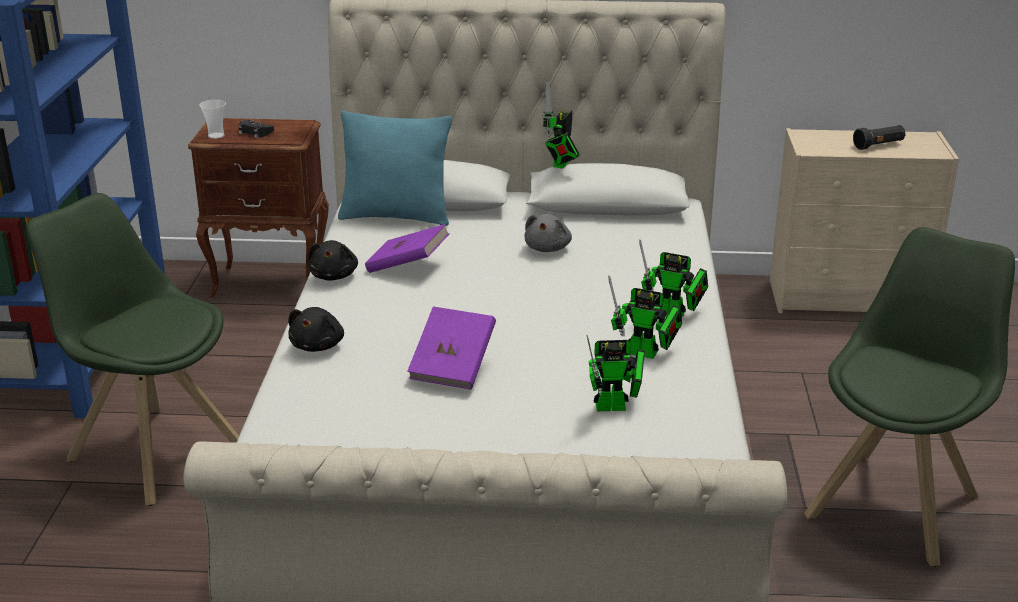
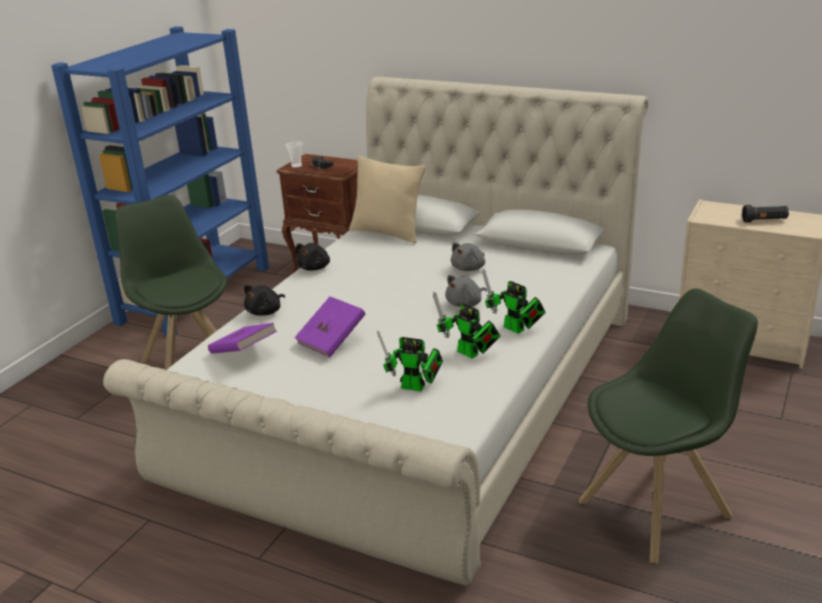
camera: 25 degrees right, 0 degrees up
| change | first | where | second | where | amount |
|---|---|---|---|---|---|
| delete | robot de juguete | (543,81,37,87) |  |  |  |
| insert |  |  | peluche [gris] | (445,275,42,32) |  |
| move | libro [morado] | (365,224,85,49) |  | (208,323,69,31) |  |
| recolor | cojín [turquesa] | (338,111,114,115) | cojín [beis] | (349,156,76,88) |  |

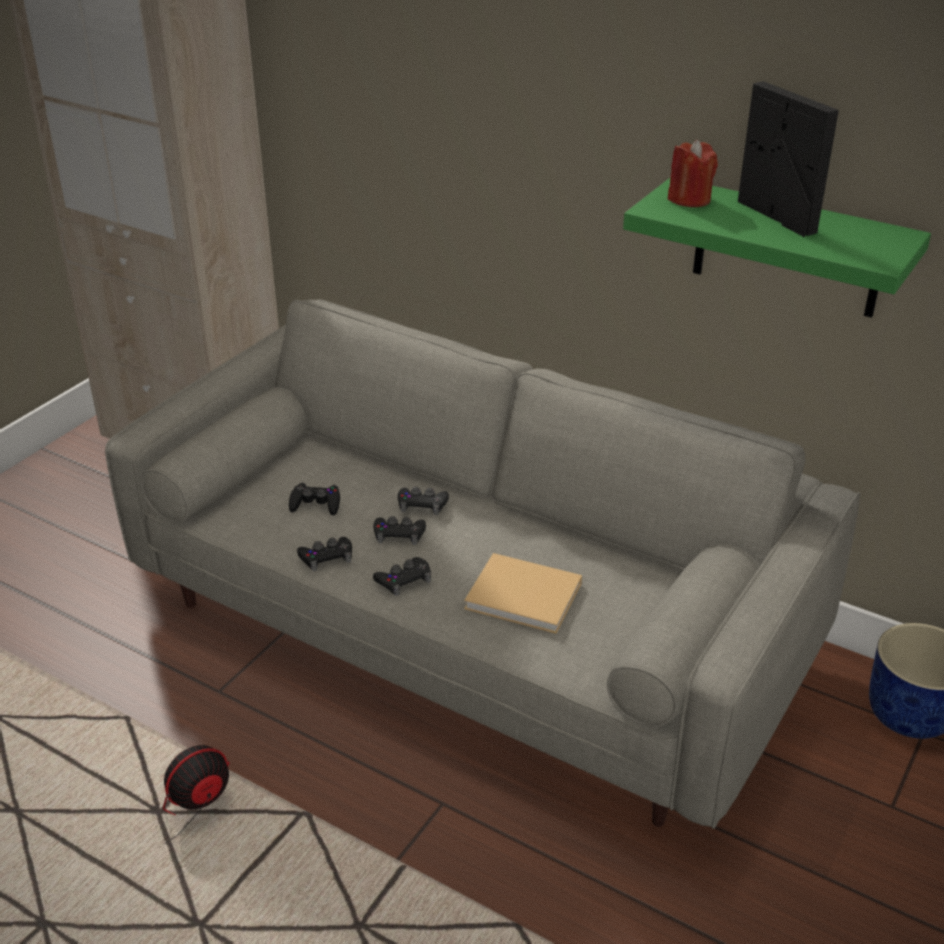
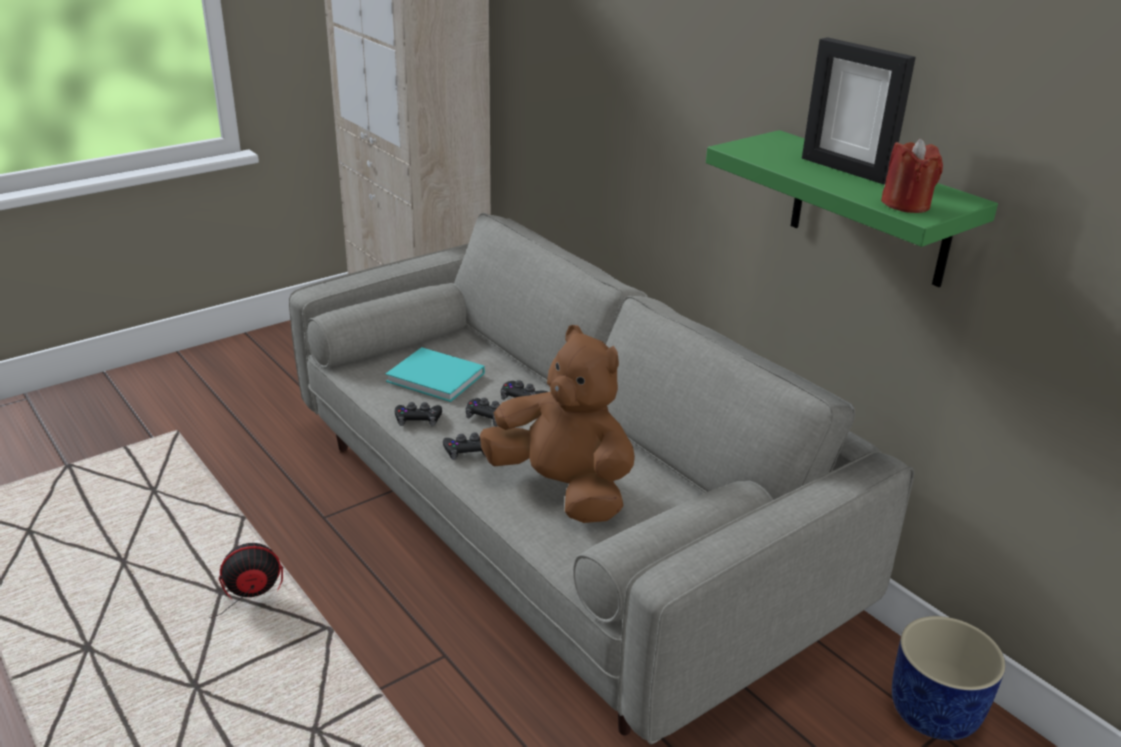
camera: 20 degrees right, 5 degrees down
| change | first | where | second | where | amount |
|---|---|---|---|---|---|
| move | vela [rojo] | (668,140,50,67) |  | (881,139,62,74) |  |
| replace | mando de consola [negro] | (289,483,51,32) | libro [turquesa] | (386,347,99,55) |  |
| replace | libro [beis] | (464,553,118,81) | peluche [marrón] | (480,325,155,198) |  |
| rotate | portarretratos | (738,81,101,156) |  | (802,37,114,147) | 150 degrees clockwise |

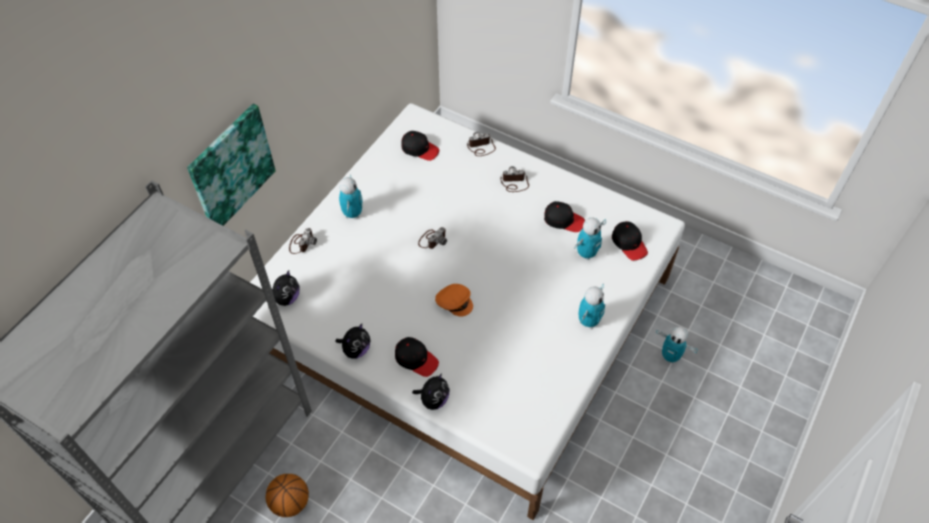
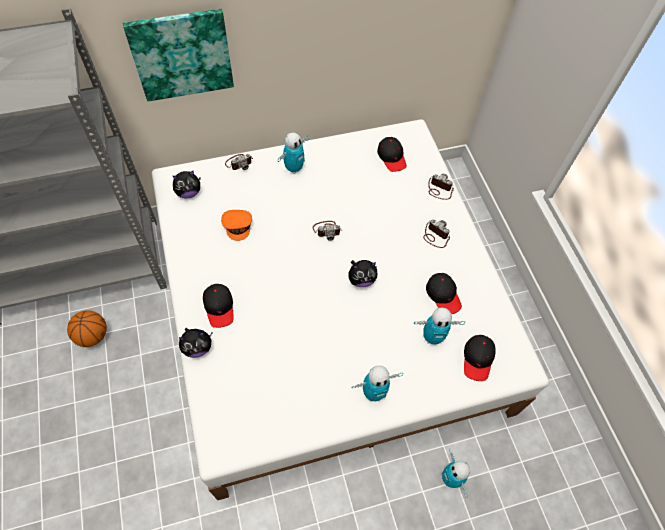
camera: 40 degrees right, 5 degrees up
| change | first | where | second | where | amount |
|---|---|---|---|---|---|
| move | peluche | (336,324,35,35) |  | (348,260,29,27) |  |
| move | gorra [naranja] | (435,284,38,32) |  | (221,210,31,31) |  |

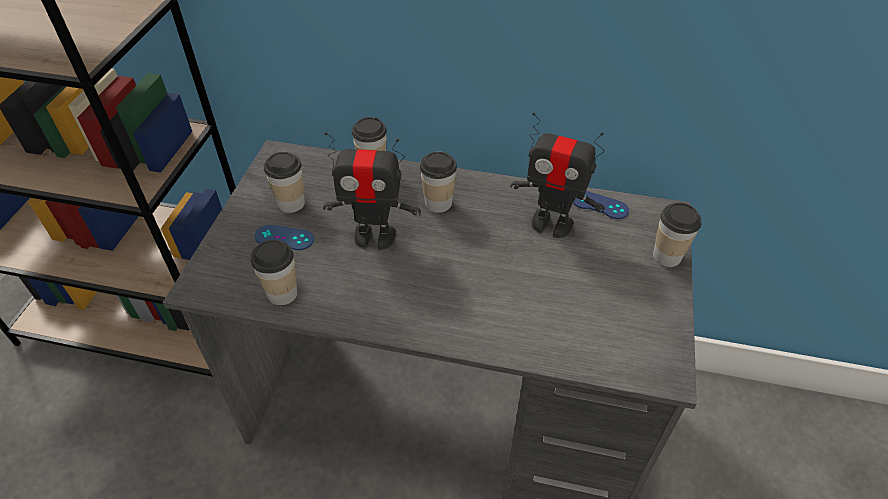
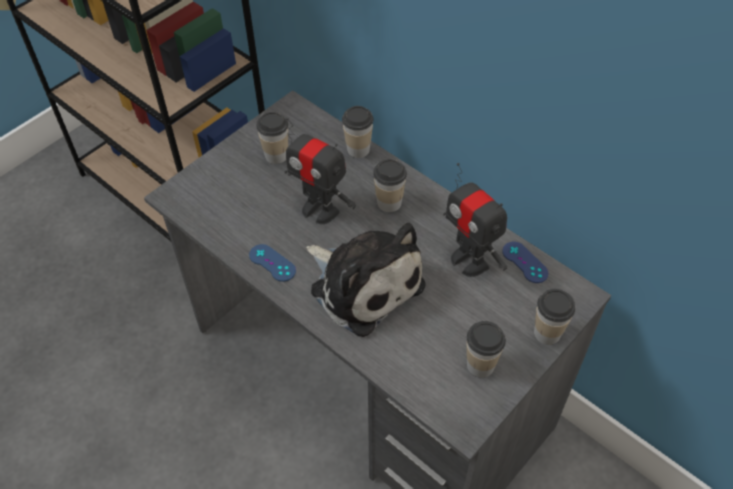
camera: 30 degrees right, 5 degrees up
| change | first | where | second | where | amount |
|---|---|---|---|---|---|
| insert |  |  | peluche | (306,223,120,114) |  |
| move | taza | (251,240,47,65) |  | (467,321,39,57) |  |
| move | mando de consola [azul] | (255,225,59,25) |  | (249,244,47,38) |  |

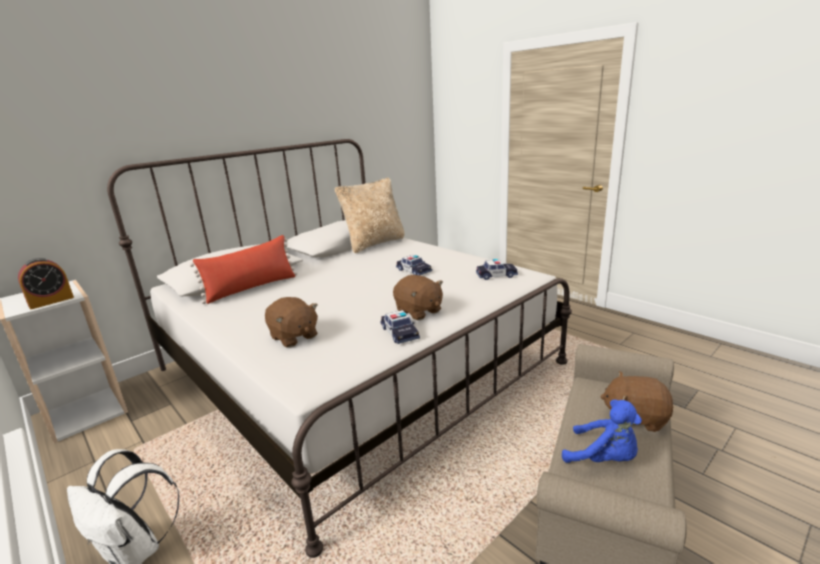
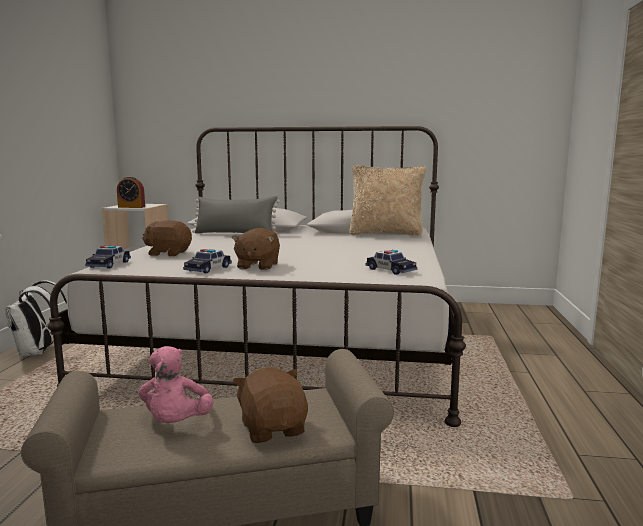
camera: 50 degrees right, 10 degrees down
| change | first | where | second | where | amount |
|---|---|---|---|---|---|
| move | coche de juguete | (396,255,36,20) |  | (85,246,46,22) |  |
| recolor | cojín [rojo] | (189,235,108,69) | cojín [gris] | (192,196,88,38) |  |
| recolor | peluche [azul] | (562,400,80,63) | peluche [rosa] | (138,346,76,77) |  |
| rotate | peluche [marrón] | (265,297,53,51) |  | (142,220,50,36) | 90 degrees clockwise |

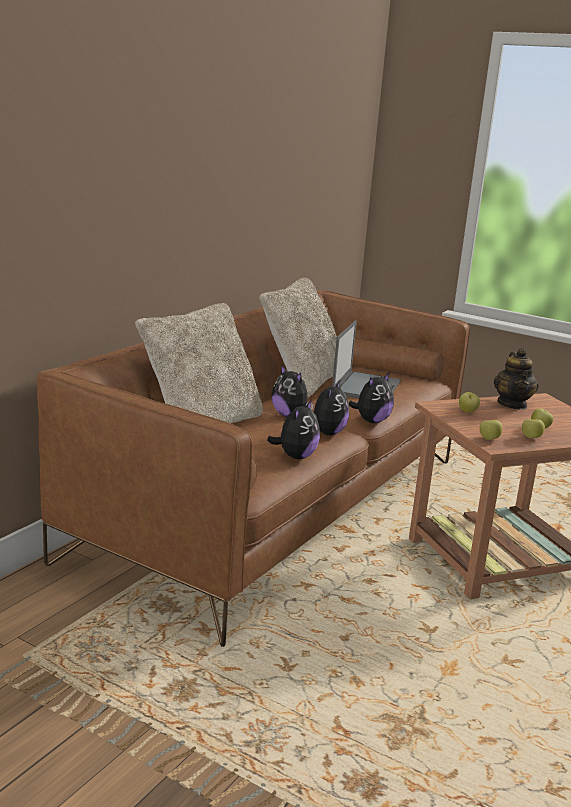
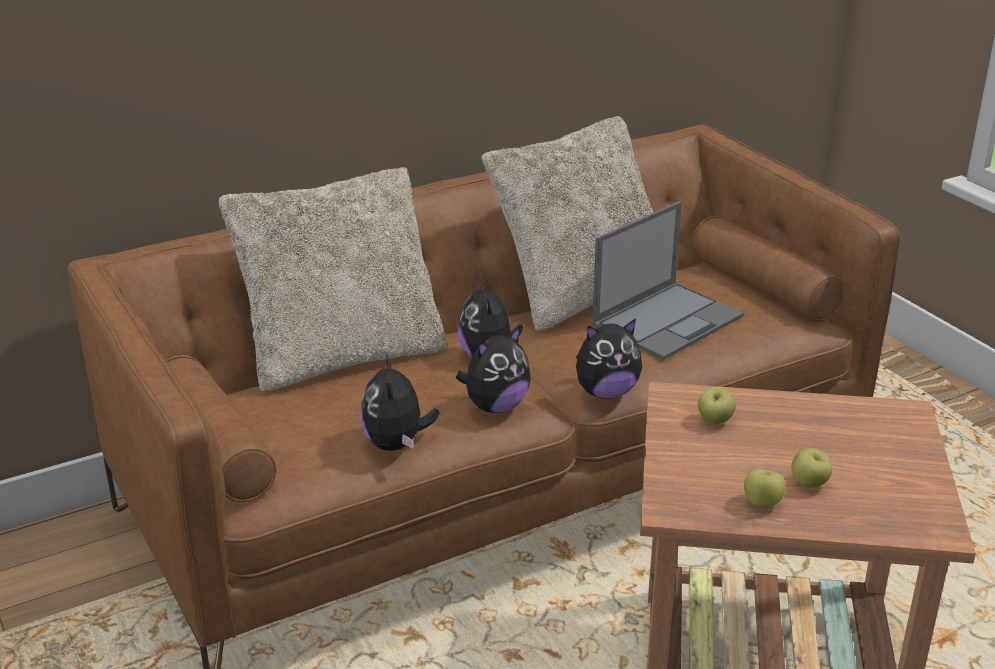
camera: 30 degrees right, 10 degrees up
| change | first | where | second | where | amount |
|---|---|---|---|---|---|
| delete | manzana | (479,420,23,20) |  |  |  |
| delete | tetera | (493,348,46,62) |  |  |  |
| rotate | peluche | (267,399,53,60) |  | (360,354,80,97) | 120 degrees clockwise |

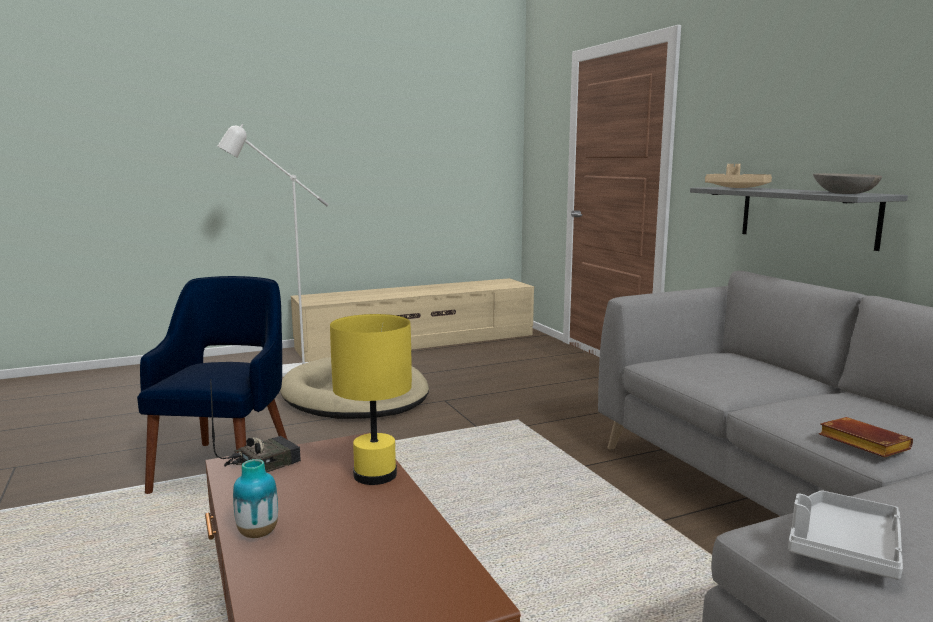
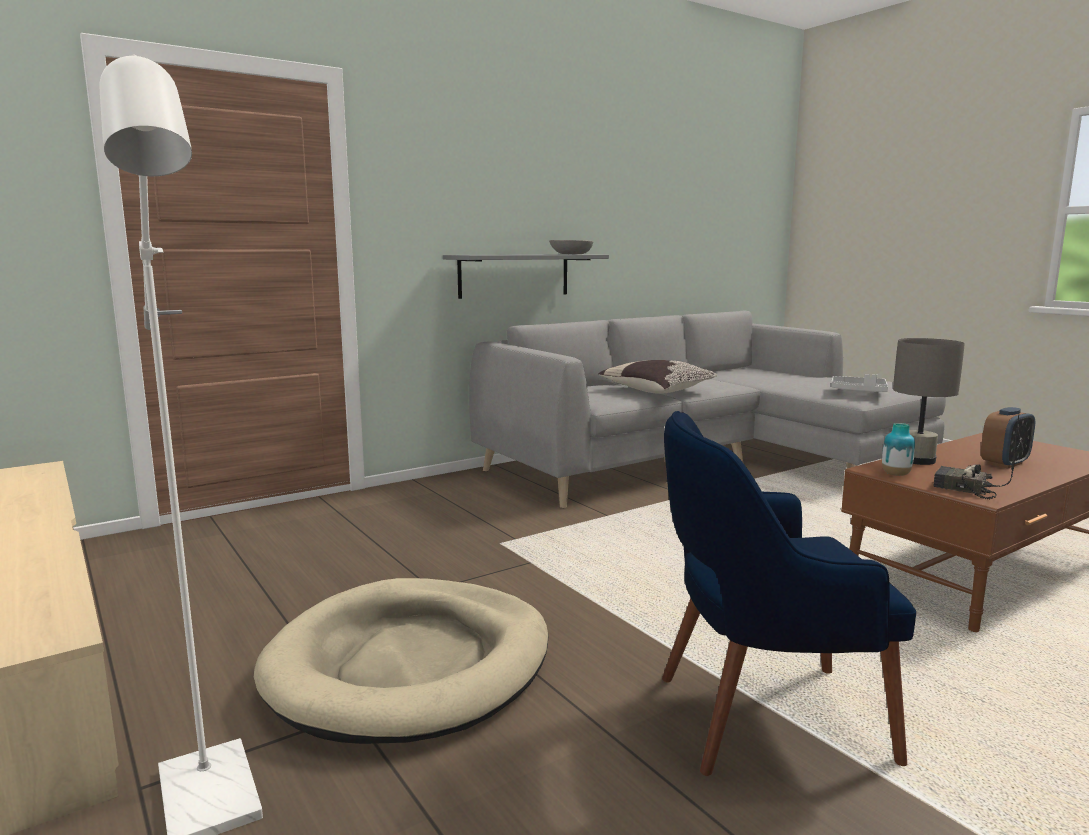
camera: 100 degrees left, 0 degrees up
| change | first | where | second | where | amount |
|---|---|---|---|---|---|
| delete | bandeja [beis] | (705,164,67,24) |  |  |  |
| delete | libro [marrón] | (819,417,94,41) |  |  |  |
| insert |  |  | cojín | (598,360,119,34) |  |
| insert |  |  | despertador | (981,407,54,62) |  |
| move | florero | (233,459,45,79) |  | (882,423,33,53) |  |
| recolor | lámpara de mesa [amarillo] | (330,314,82,171) | lámpara de mesa [gris] | (893,338,72,127) |  |

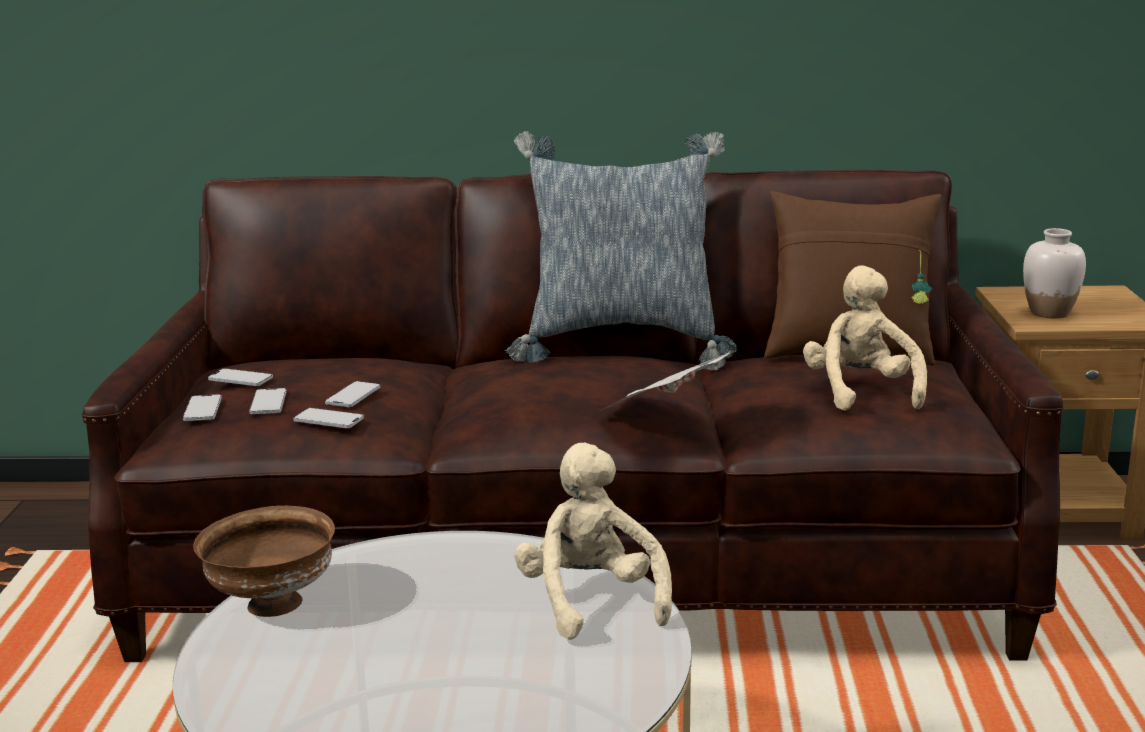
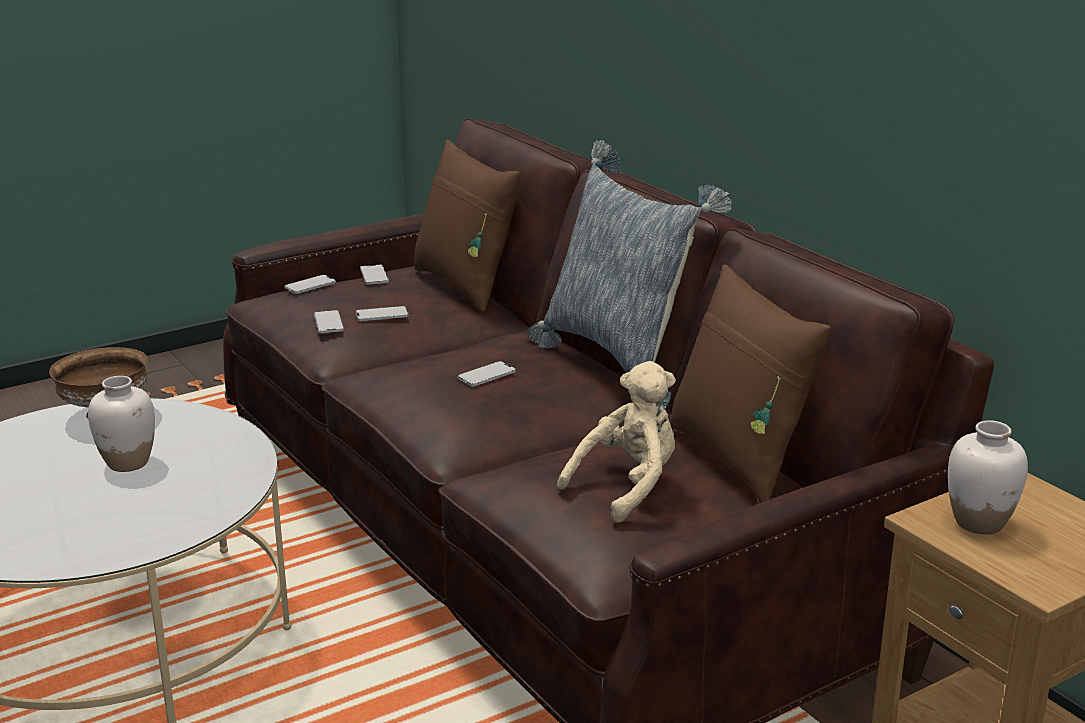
camera: 55 degrees right, 5 degrees up
| change | first | where | second | where | amount |
|---|---|---|---|---|---|
| delete | peluche [beis] | (514,443,158,197) |  |  |  |
| delete | periódico | (599,351,137,60) |  |  |  |
| insert |  |  | florero [blanco] | (88,376,67,96) |  |
| insert |  |  | cojín [marrón] | (414,140,106,172) |  |
| move | móvil | (249,388,38,26) |  | (457,361,59,26) |  |

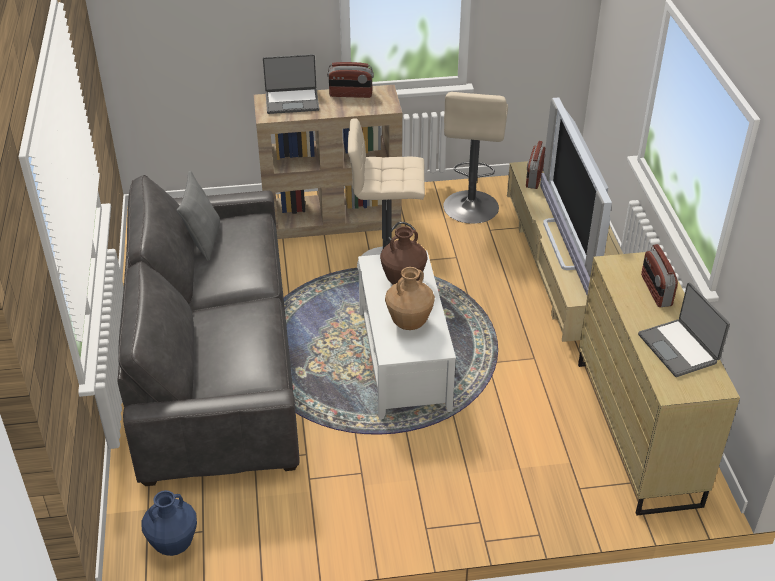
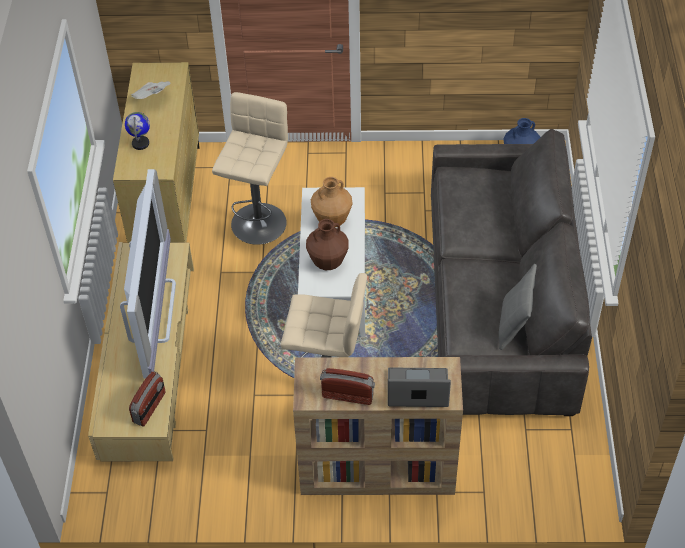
camera: 170 degrees left, 10 degrees up
| change | first | where | second | where | amount |
|---|---|---|---|---|---|
| move | taburete [beis] | (443,92,65,132) |  | (212,92,76,153) |  |
| replace | portátil | (638,283,92,94) | periódico | (131,81,40,18) |  |
| replace | radio | (641,244,37,63) | globo terráqueo | (125,112,25,38) |  |

